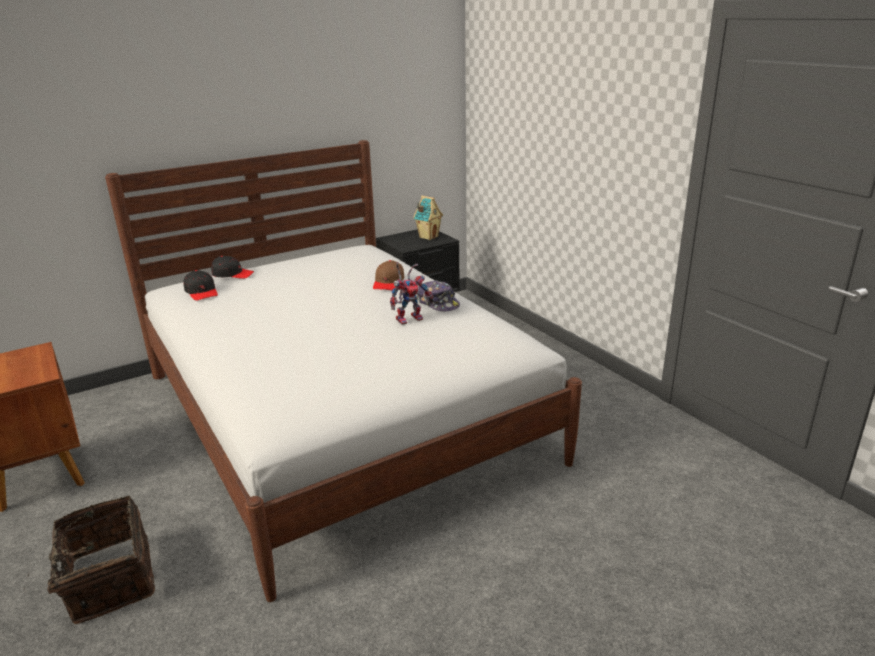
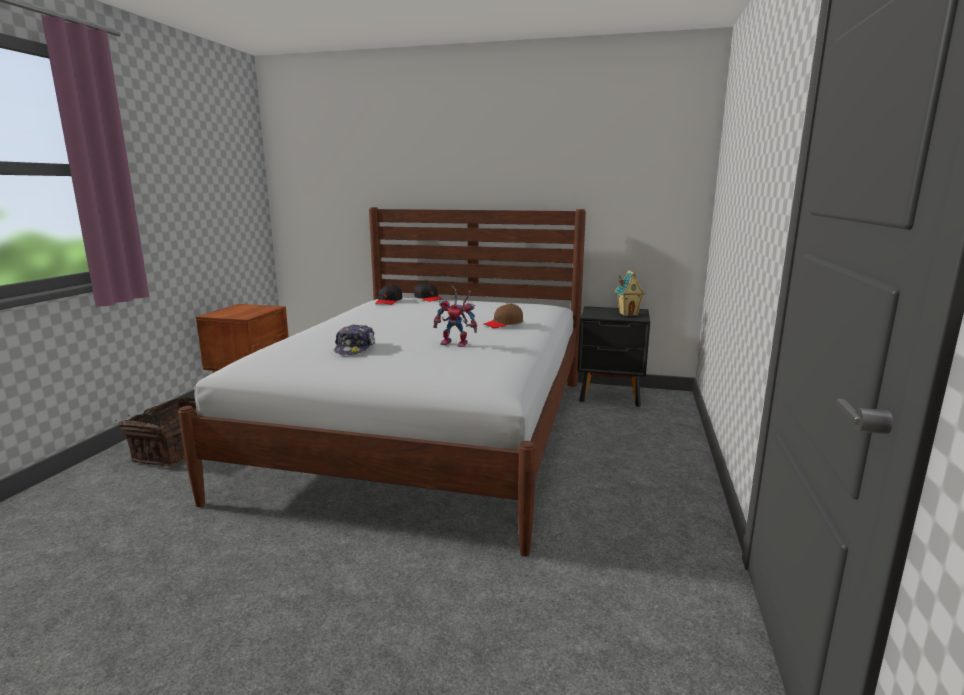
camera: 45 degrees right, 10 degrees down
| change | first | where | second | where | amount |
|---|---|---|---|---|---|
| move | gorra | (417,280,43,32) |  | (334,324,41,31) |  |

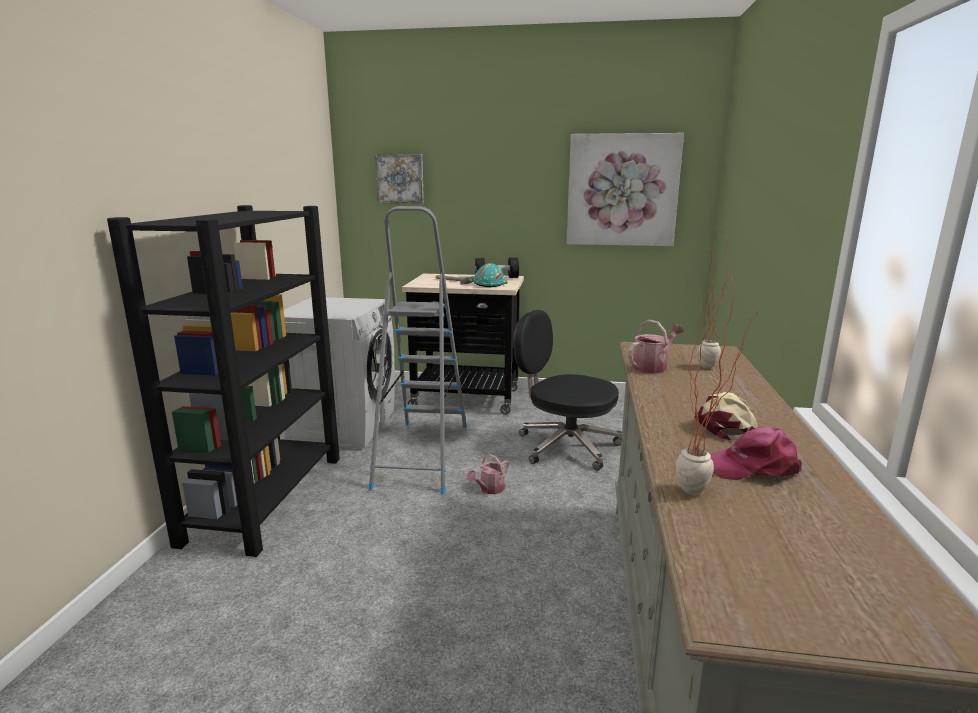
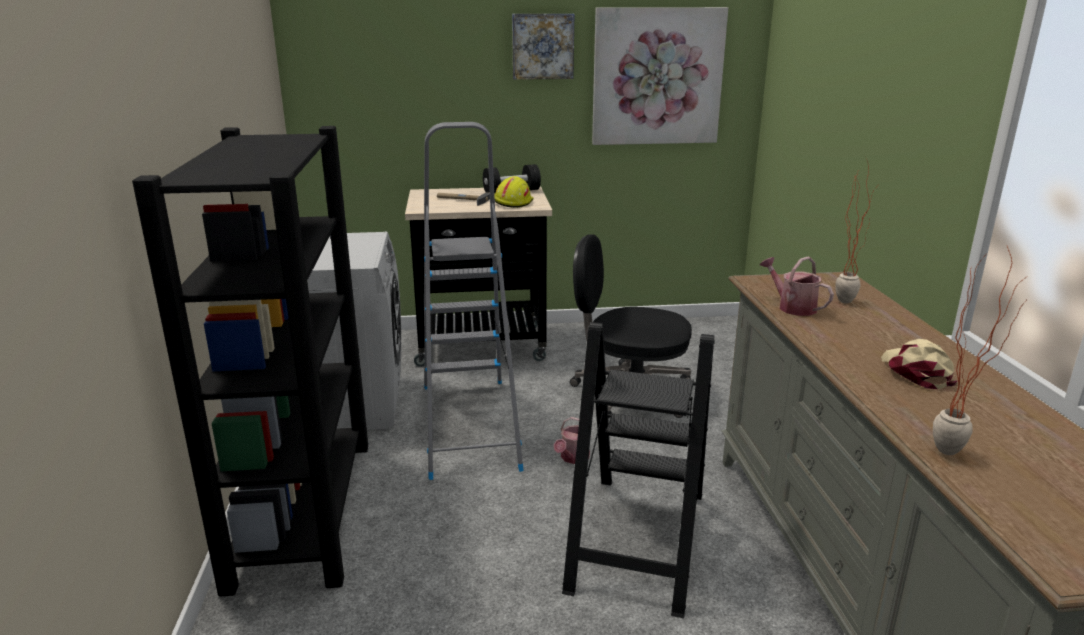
camera: 15 degrees left, 5 degrees up
| change | first | where | second | where | amount |
|---|---|---|---|---|---|
| delete | gorra [rosa] | (710,427,92,53) |  |  |  |
| insert |  |  | escalera de tijera [negro] | (562,322,153,296) |  |
| move | cuadro | (375,154,49,49) |  | (512,14,62,66) |  |
| recolor | casco [turquesa] | (474,263,34,25) | casco [amarillo] | (494,176,39,32) |  |
| rotate | regadera | (628,320,56,54) |  | (760,257,74,59) | 75 degrees counterclockwise |

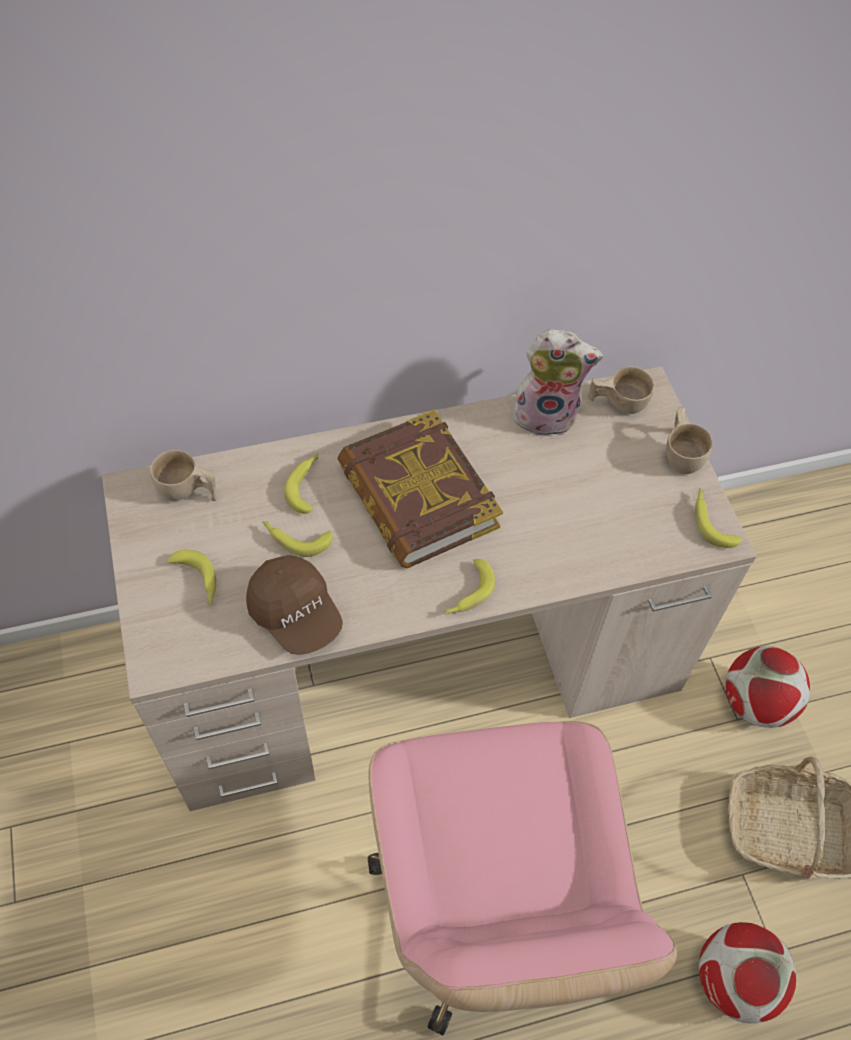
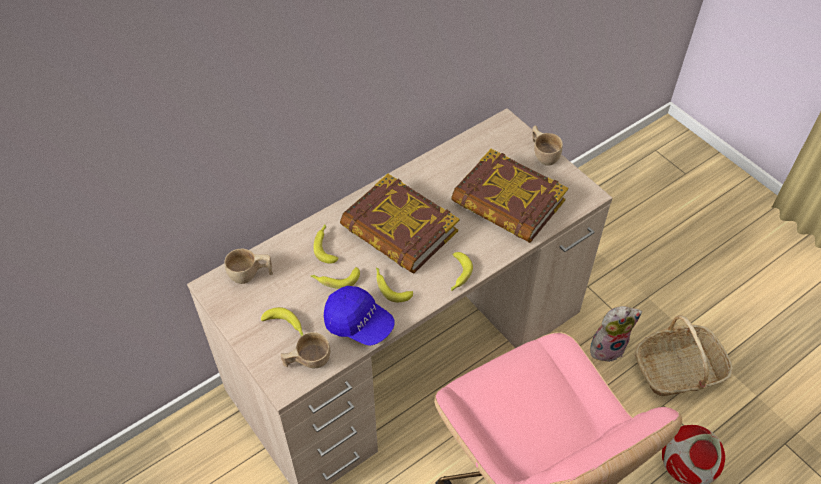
camera: 20 degrees left, 5 degrees down
| change | first | where | second | where | amount |
|---|---|---|---|---|---|
| delete | balón de fútbol | (726,646,84,82) |  |  |  |
| insert |  |  | libro | (451,149,117,94) |  |
| move | peluche | (513,329,90,108) |  | (590,306,52,56) |  |
| move | taza [beis] | (588,366,66,48) |  | (281,332,49,36) |  |
| move | plátano | (695,488,47,60) |  | (376,268,37,34) |  |
| recolor | gorra [marrón] | (246,555,97,100) | gorra [azul] | (324,286,71,60) |  |

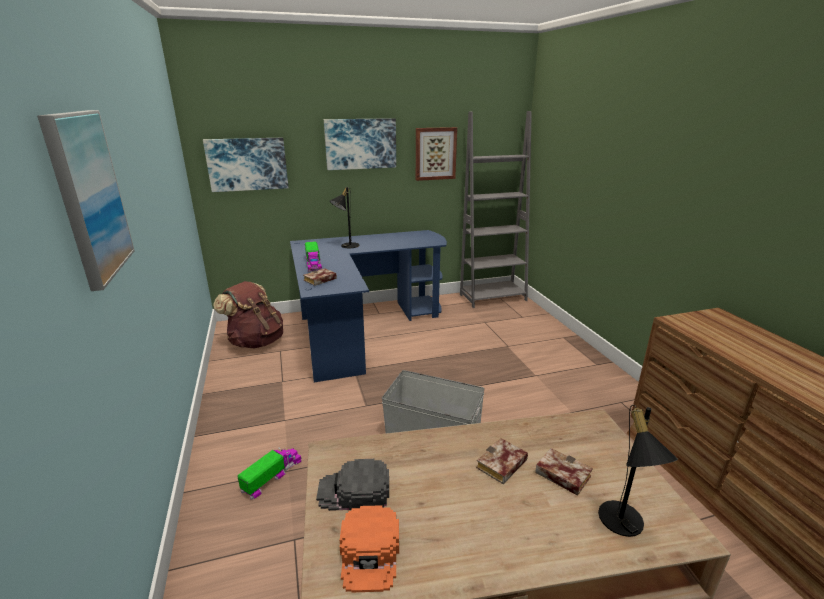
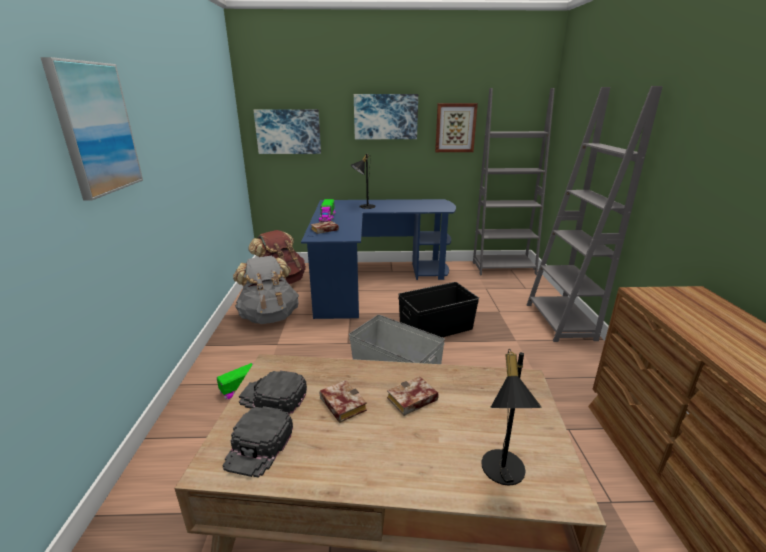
camera: 15 degrees right, 0 degrees up
| change | first | where | second | where | amount |
|---|---|---|---|---|---|
| insert |  |  | mochila [gris] | (233,256,66,68) |  |
| insert |  |  | caja de almacenaje [negro] | (398,282,81,55) |  |
| insert |  |  | estantería [gris] | (527,86,136,256) |  |
| move | libro | (535,448,58,48) |  | (320,380,47,43) |  |
| recolor | gorra [naranja] | (340,505,59,87) | gorra [negro] | (222,406,71,72) |  |

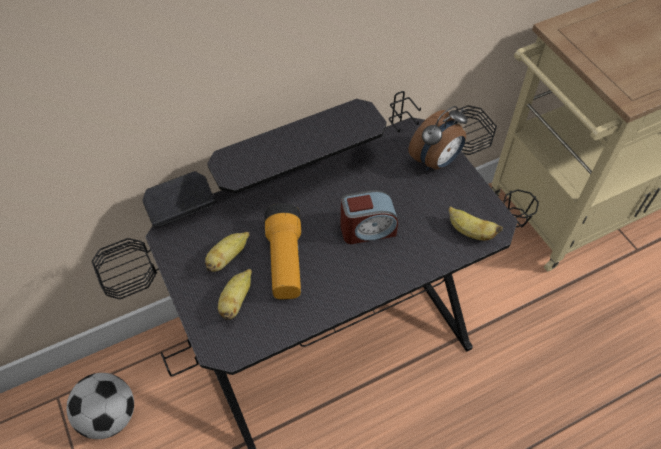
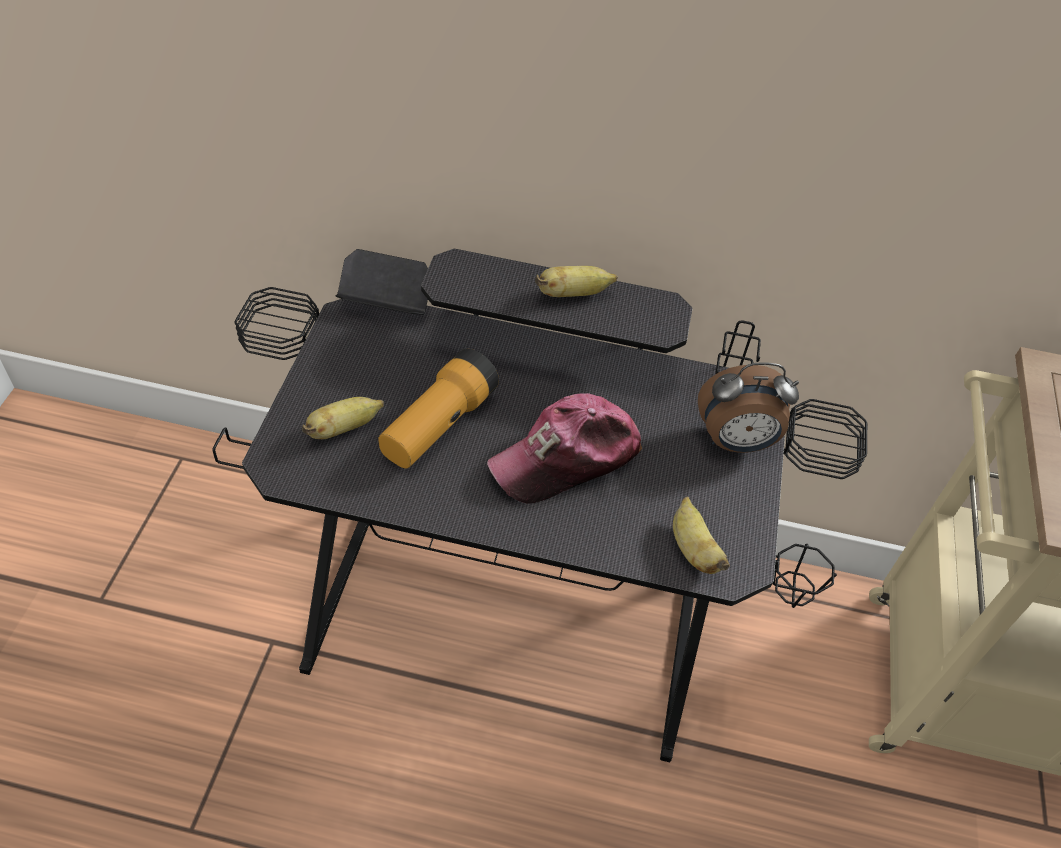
camera: 35 degrees right, 5 degrees down
| change | first | where | second | where | amount |
|---|---|---|---|---|---|
| delete | balón de fútbol | (66,373,68,66) |  |  |  |
| move | plátano | (205,232,44,40) |  | (535,266,83,31) |  |
| replace | despertador | (340,190,58,54) | gorra | (487,393,155,111) |  |

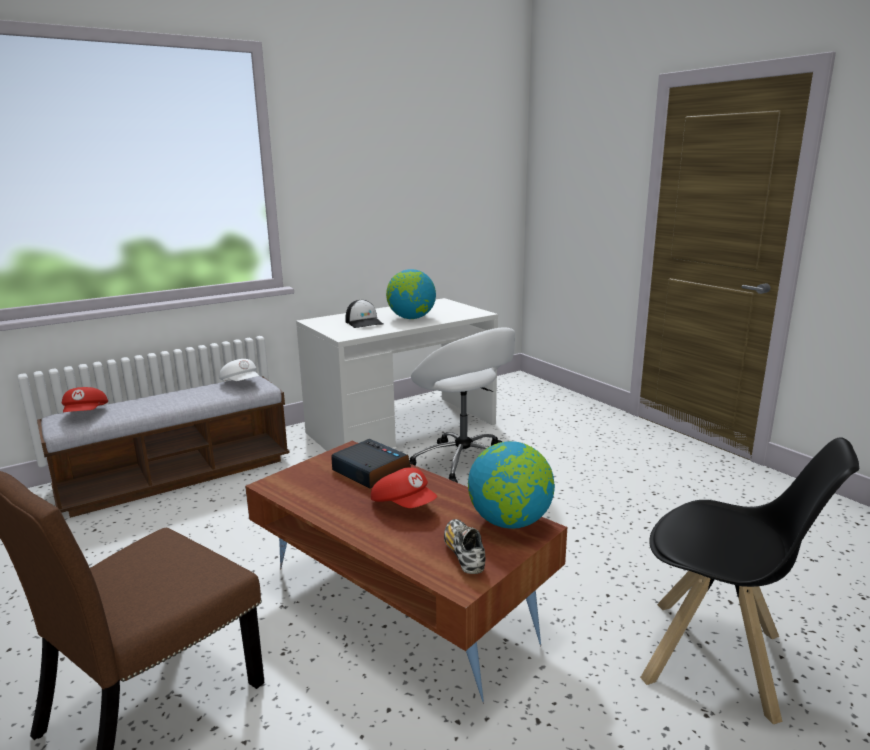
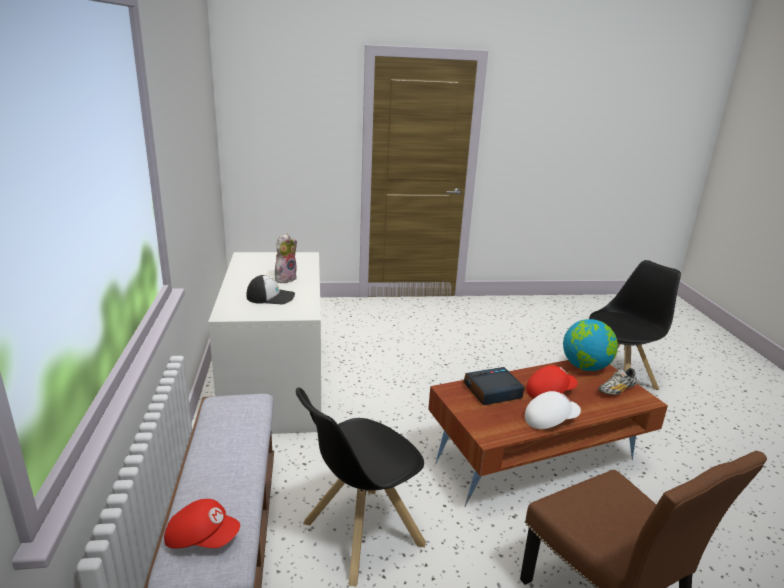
camera: 65 degrees left, 5 degrees up
| change | first | where | second | where | amount |
|---|---|---|---|---|---|
| delete | silla de oficina [blanco] | (410,328,105,155) |  |  |  |
| insert |  |  | silla [negro] | (296,387,130,200) |  |
| move | gorra [blanco] | (219,359,40,22) |  | (525,391,56,38) |  |
| replace | globo terráqueo | (386,269,50,50) | peluche | (275,234,22,49) |  |
| rotate | zapato | (444,519,41,55) |  | (598,368,39,27) | 45 degrees counterclockwise |

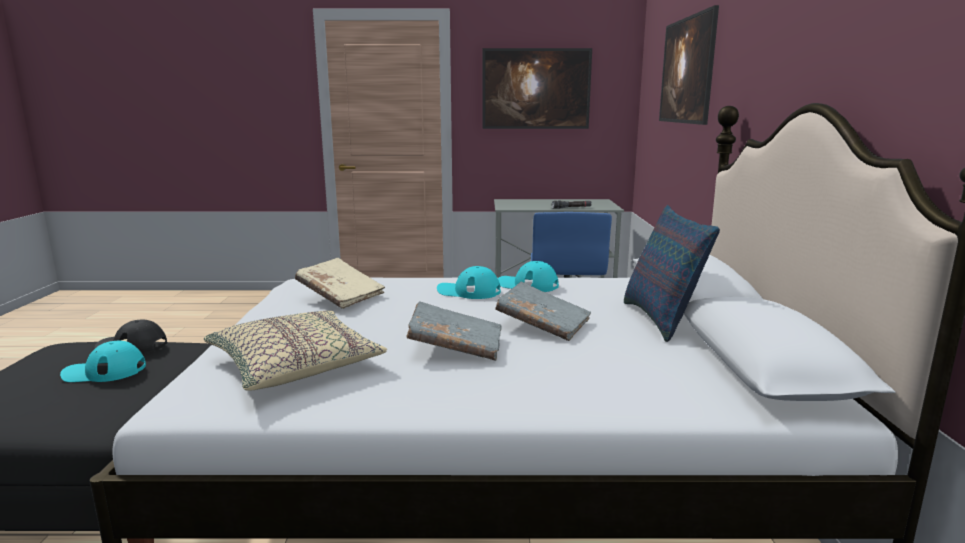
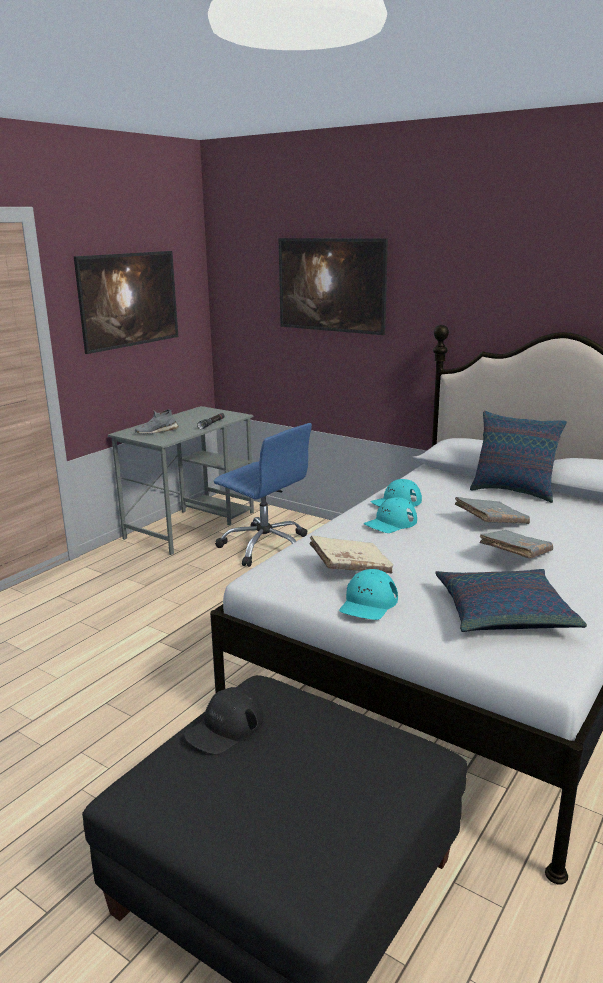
camera: 55 degrees left, 5 degrees up
| change | first | where | second | where | amount |
|---|---|---|---|---|---|
| insert |  |  | zapato [gris] | (135,409,44,25) |  |
| move | gorra [turquesa] | (60,341,86,41) |  | (339,569,59,51) |  |
| recolor | cojín [beis] | (204,311,183,80) | cojín [azul] | (435,569,152,63) |  |

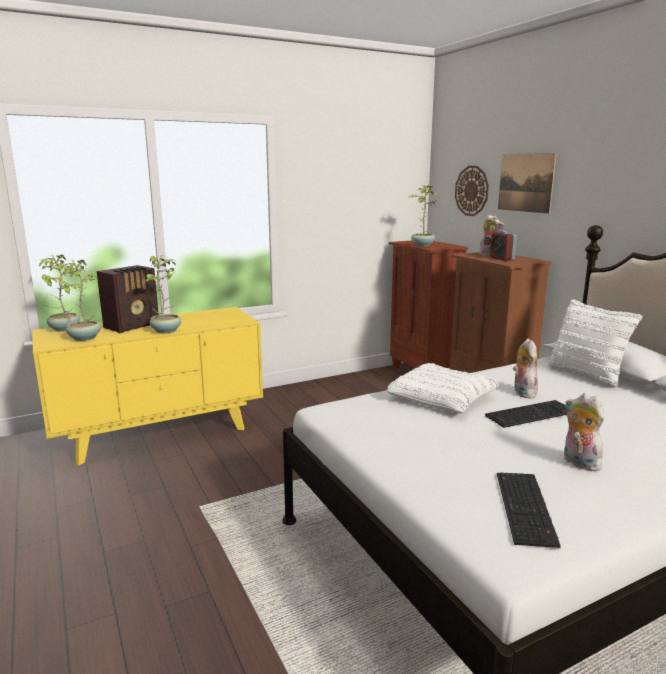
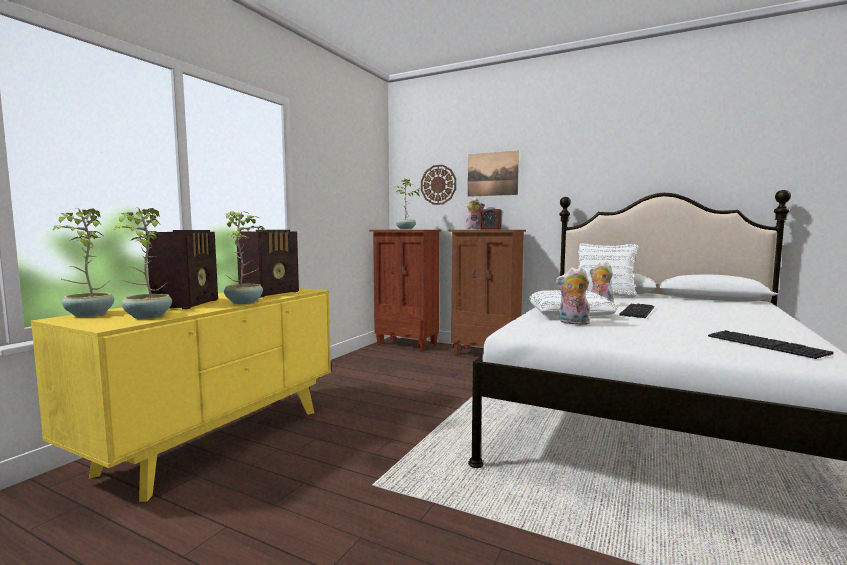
camera: 35 degrees left, 10 degrees down
| change | first | where | second | where | amount |
|---|---|---|---|---|---|
| insert |  |  | radio | (236,230,63,68) |  |
| move | peluche | (564,393,40,78) |  | (556,267,35,58) |  |

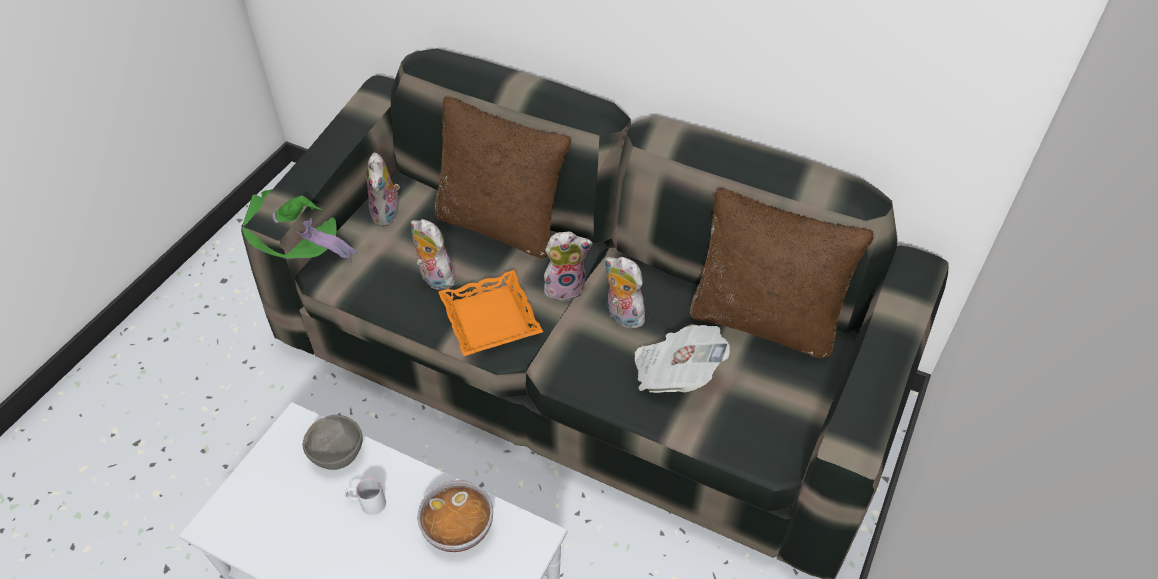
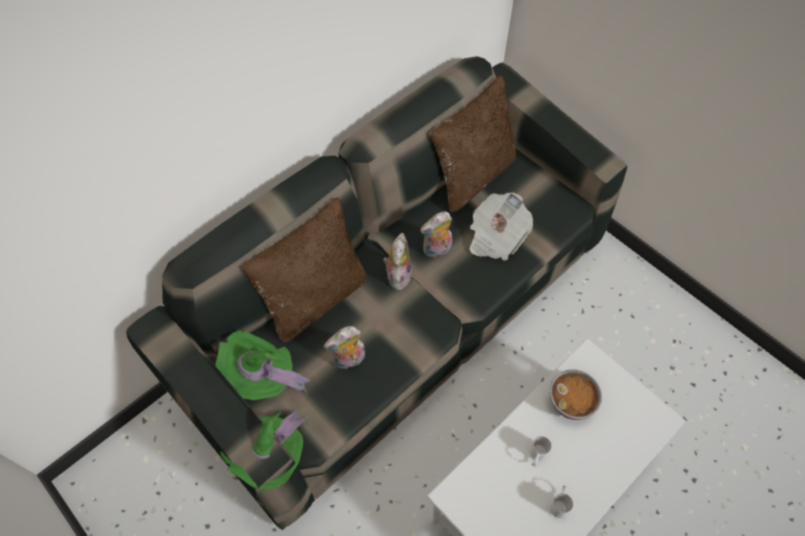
camera: 70 degrees left, 10 degrees up
| change | first | where | second | where | amount |
|---|---|---|---|---|---|
| delete | cuenco [gris] | (302,415,61,55) |  |  |  |
| delete | bandeja [naranja] | (438,270,105,86) |  |  |  |
| insert |  |  | taza grande [blanco] | (550,486,23,32) |  |
| replace | peluche | (366,153,34,73) | sombrero [verde] | (215,331,95,69) |  |

